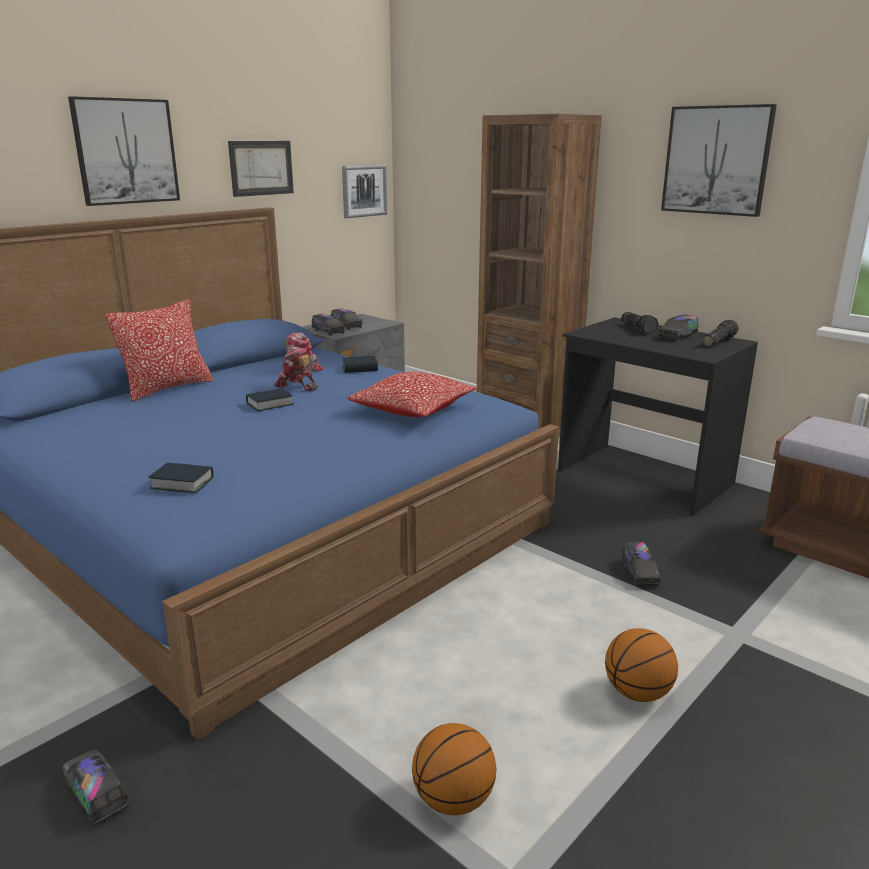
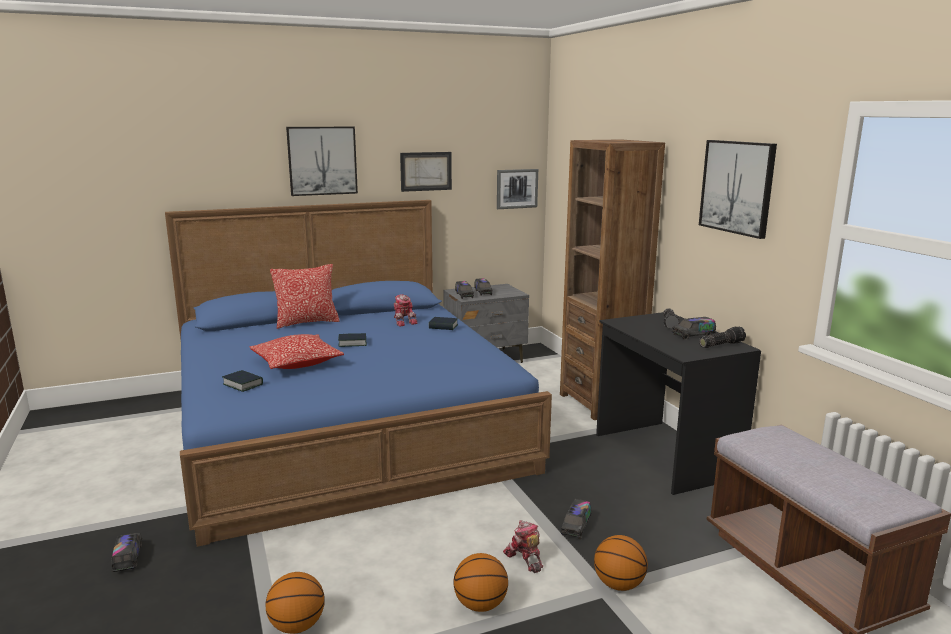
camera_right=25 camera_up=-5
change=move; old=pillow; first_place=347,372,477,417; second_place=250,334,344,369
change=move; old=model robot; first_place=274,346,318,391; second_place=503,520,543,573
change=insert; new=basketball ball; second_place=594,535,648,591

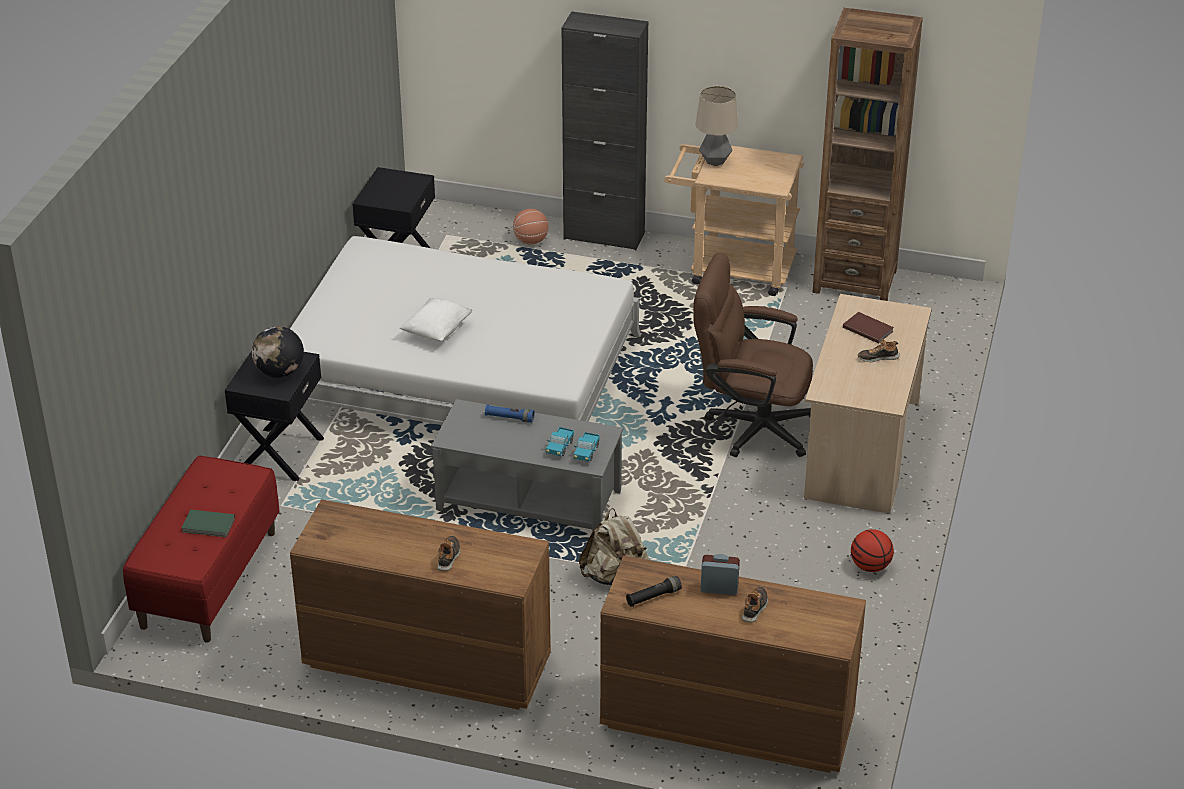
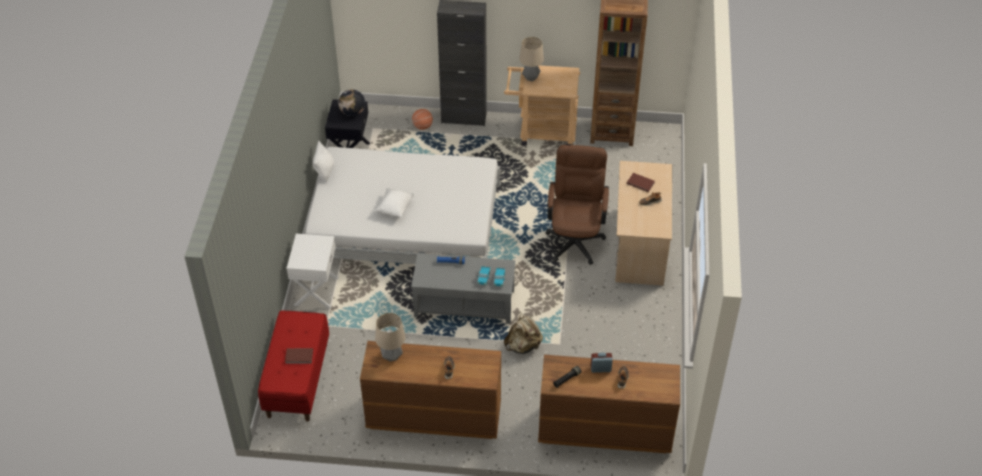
camera_right=-10 camera_up=10
change=recolor; old=greenish book; new=brownish book; first_place=181,509,235,537; second_place=285,348,313,364
change=recolor; old=black night table; new=whitish night table; first_place=225,351,324,481; second_place=287,234,338,308
change=insert; new=whitish pillow; second_place=313,141,334,182
change=move; old=world globe; first_place=252,326,304,378; second_place=338,89,365,116
change=insert; new=lamp for a table; second_place=375,313,405,362
change=rotate; old=brownish desk chair; first_place=694,253,813,457; second_place=545,145,609,265; degrees=90
change=delete; old=basketball ball; first_place=851,529,894,572

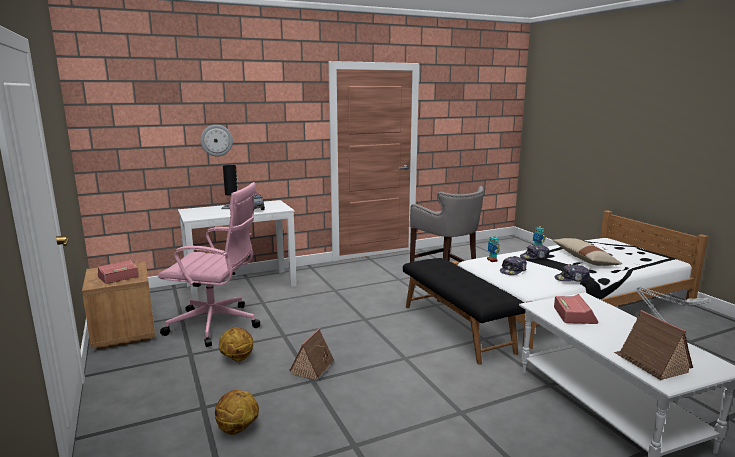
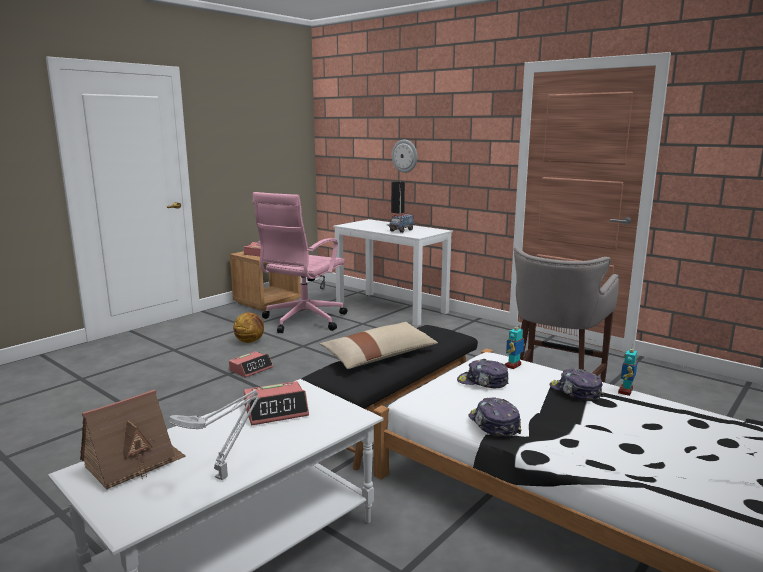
camera_right=65 camera_up=0
change=replace; old=miniature house; new=alarm clock; first_place=289,328,335,380; second_place=229,351,273,378
change=rotate; old=pink desk chair; first_place=158,182,260,347; second_place=253,192,348,333; degrees=45
change=move; old=beige-coloured pillow; first_place=552,238,622,266; second_place=320,322,438,369
change=delete; old=basketball ball; first_place=215,390,259,435

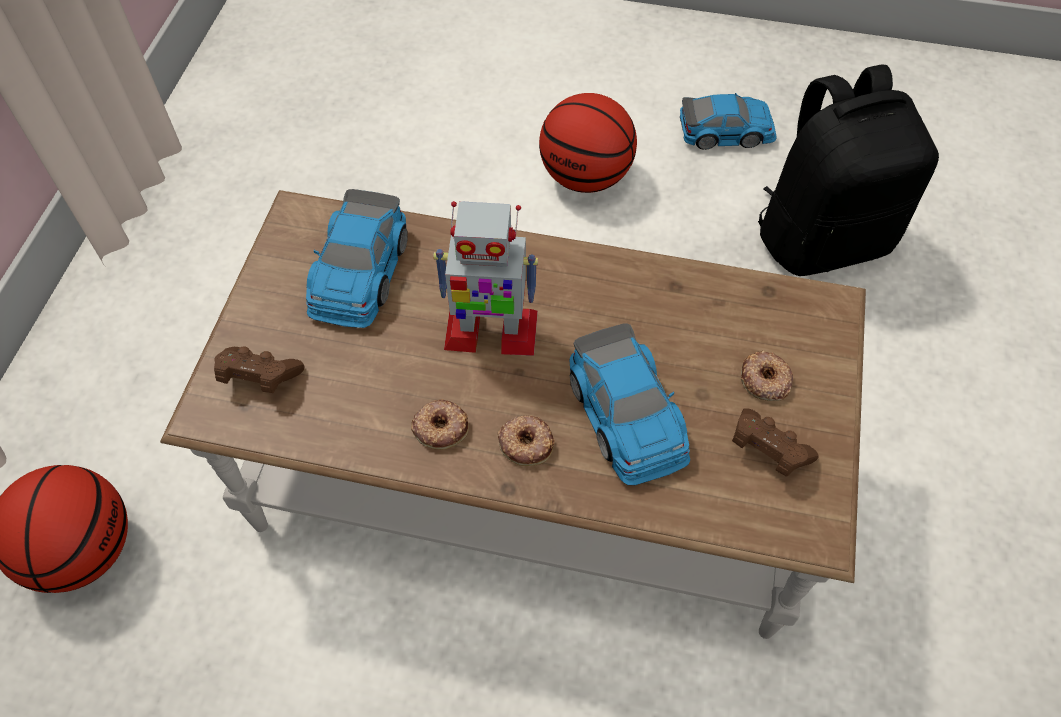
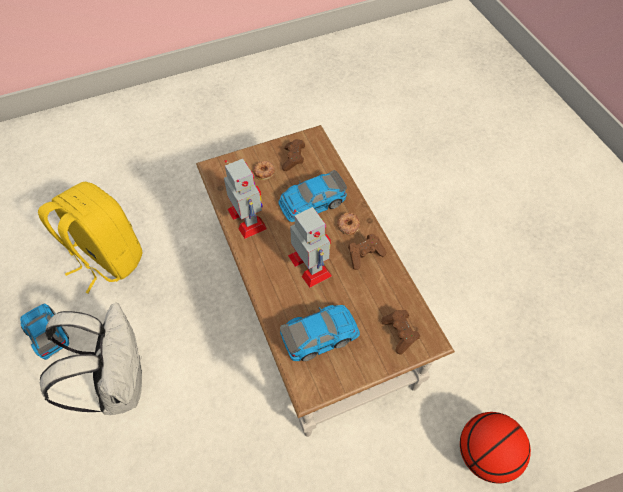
camera_right=-125 camera_up=0
change=recolor; old=black knapsack; new=yellow-coloured knapsack; first_place=758,64,939,276; second_place=38,182,143,293
change=replace; old=basketball ball; new=whitish knapsack; first_place=539,93,637,193; second_place=40,303,142,415
change=insert; new=model robot; second_place=224,159,267,239
change=rotate; old=miniature car; first_place=569,323,690,485; second_place=278,170,347,222; degrees=-150
change=replace; old=doughnut; new=brownish gamepad; first_place=411,399,469,450; second_place=348,234,386,270

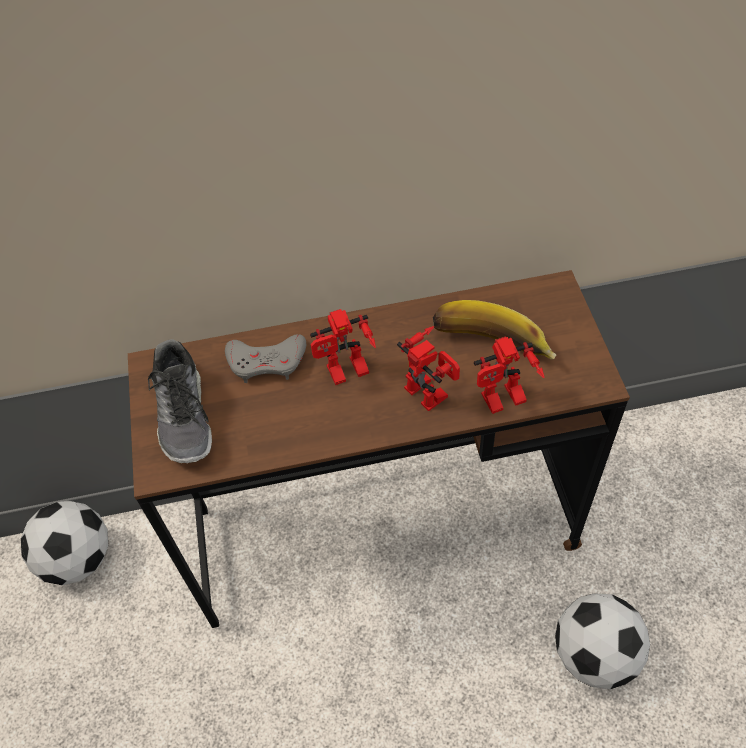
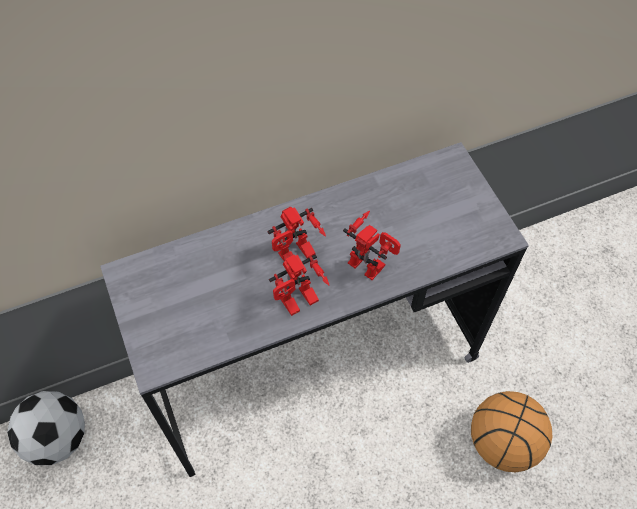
camera_right=-15 camera_up=5
change=recolor; old=brownish desk table; new=greyish desk table; first_place=128,270,630,628; second_place=100,142,529,477
change=move; old=model robot; first_place=474,336,545,414; second_place=269,254,330,316
change=replace; old=football; new=basketball ball; first_place=555,593,650,689; second_place=471,391,552,472
change=delete; old=low shoe; first_place=148,339,212,463
change=delete; old=greyish gamepad; first_place=225,334,306,383
change=delete; old=banana; first_place=433,300,556,359

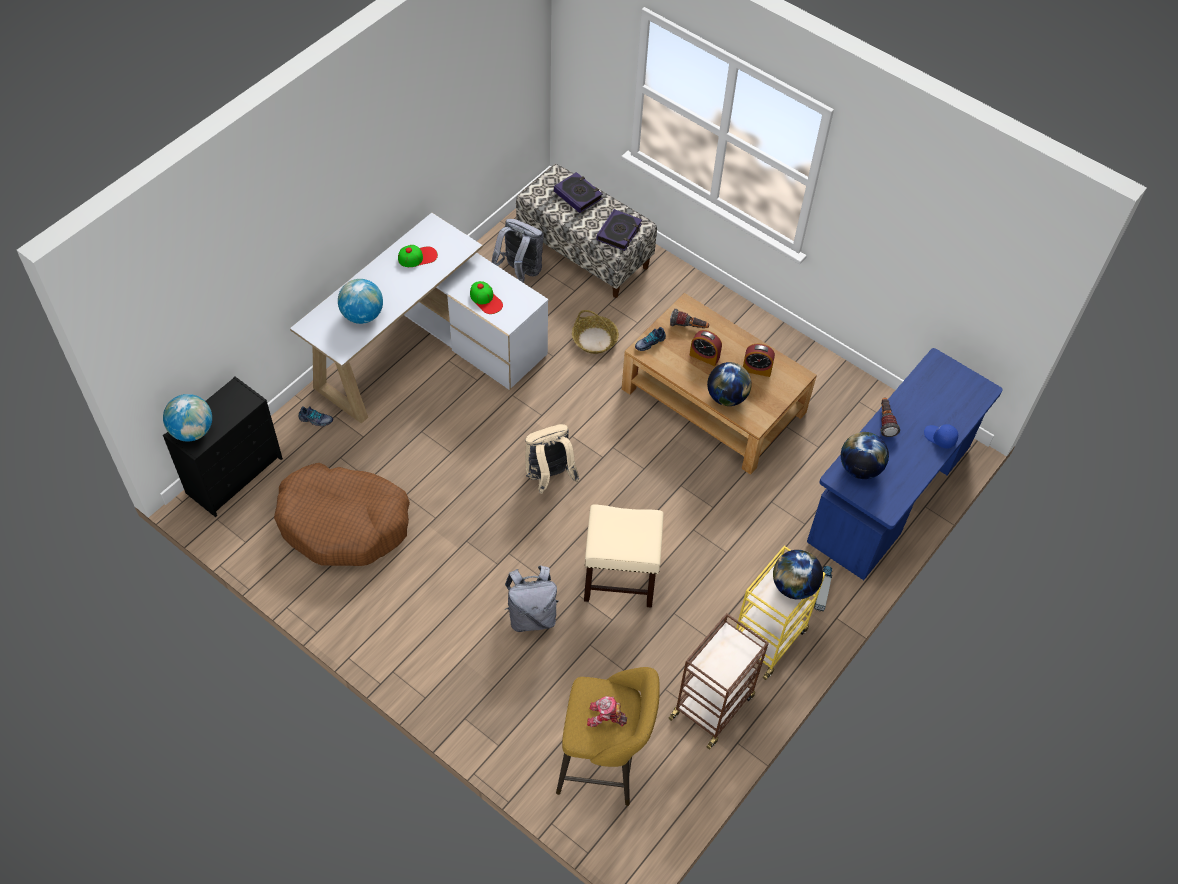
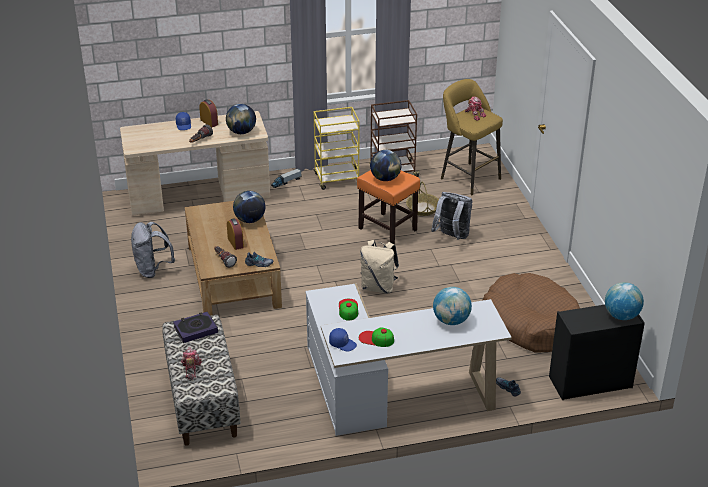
camera_right=-140 camera_up=-20
change=recolor; old=bluish desk table; new=beige-coloured desk table; first_place=807,348,1003,580; second_place=120,111,270,215
change=move; old=greyish knapsack; first_place=492,219,543,283; second_place=131,222,175,278
change=replace; old=book; new=model robot; first_place=554,172,603,213; second_place=181,347,202,380
change=move; old=alarm clock; first_place=743,344,775,377; second_place=199,99,218,128
change=insert; new=bluish cap; second_place=329,328,357,352
change=recolor; old=beige-coloured sitting stool; new=orange-coloured sitting stool; first_place=584,504,664,608; second_place=357,170,420,245
change=move; old=world globe; first_place=773,550,823,600; second_place=370,150,401,181
change=move; old=basket; first_place=572,310,619,354; second_place=406,182,439,216

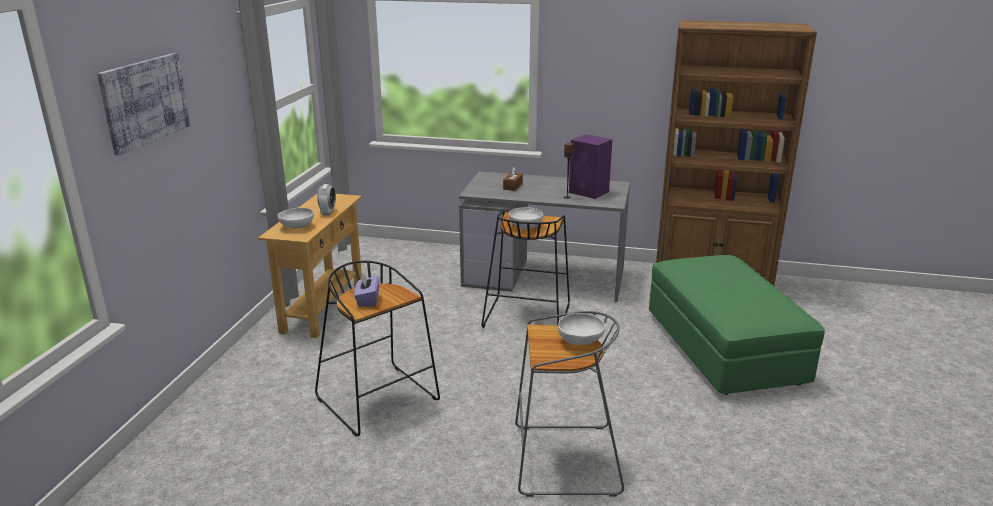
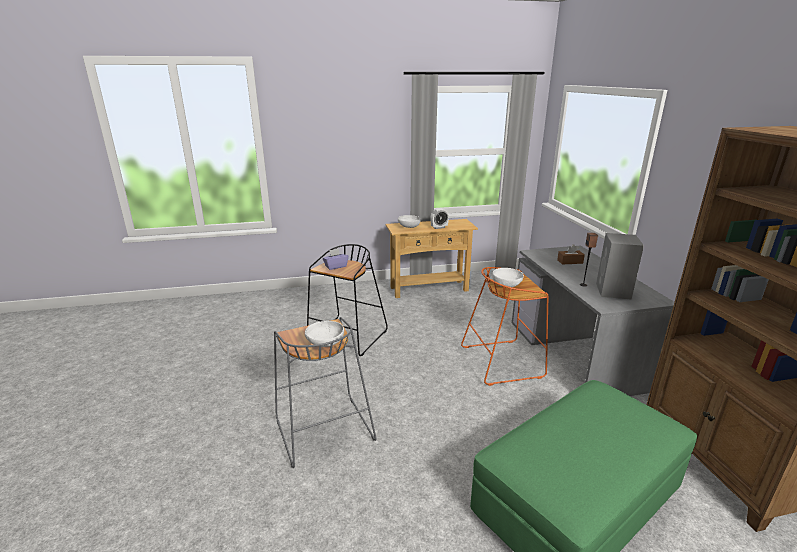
camera_right=65 camera_up=0
change=recolor; old=black sitting stool; new=orange-coloured sitting stool; first_place=482,210,570,328; second_place=461,267,548,386
change=recolor; old=purple loudspeaker; new=greyish loudspeaker; first_place=569,134,612,199; second_place=596,233,644,300
change=delete; old=picture; first_place=97,53,190,155

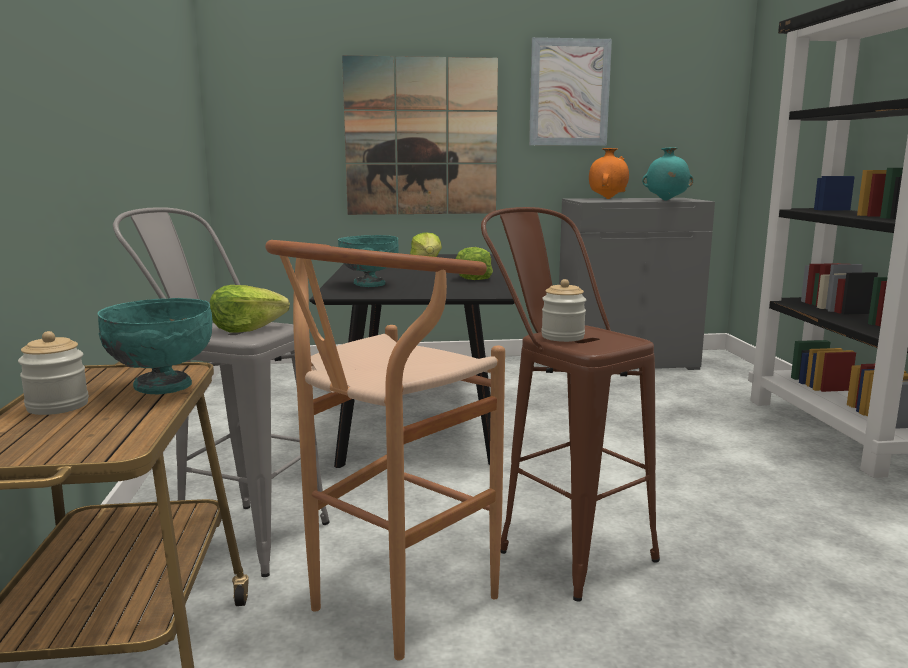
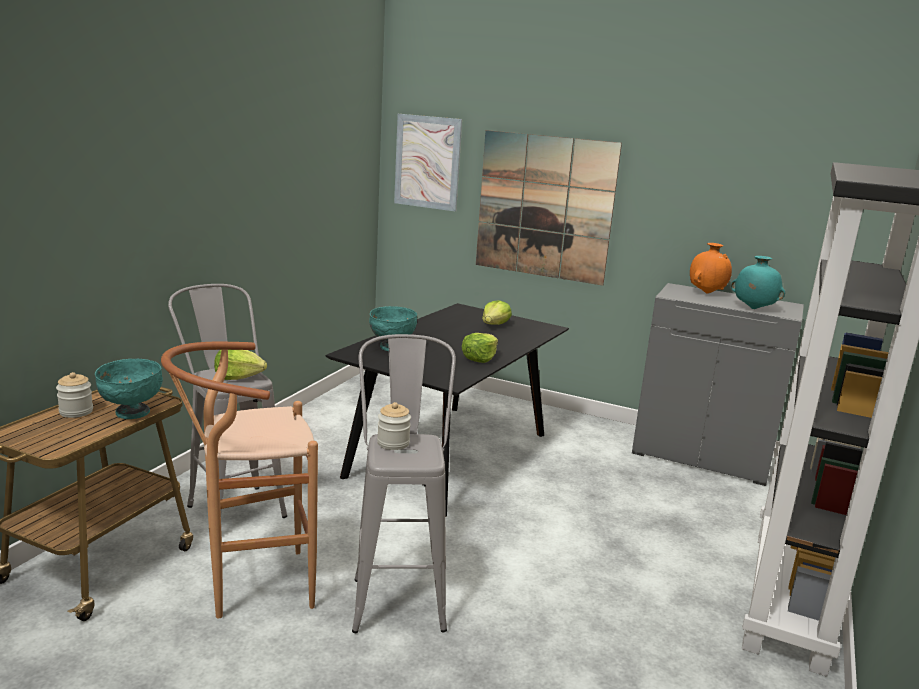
camera_right=30 camera_up=5
change=recolor; old=brownish sitting stool; new=greyish sitting stool; first_place=481,207,660,602; second_place=352,334,456,633
change=move; old=picture; first_place=529,37,612,146; second_place=394,114,462,211

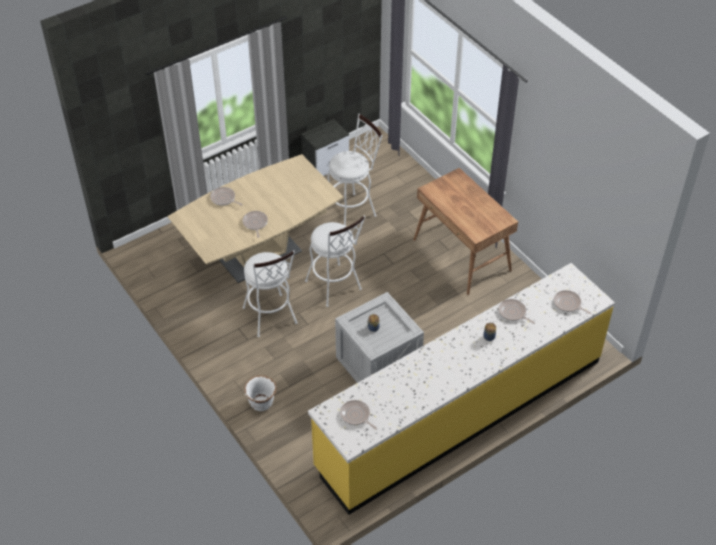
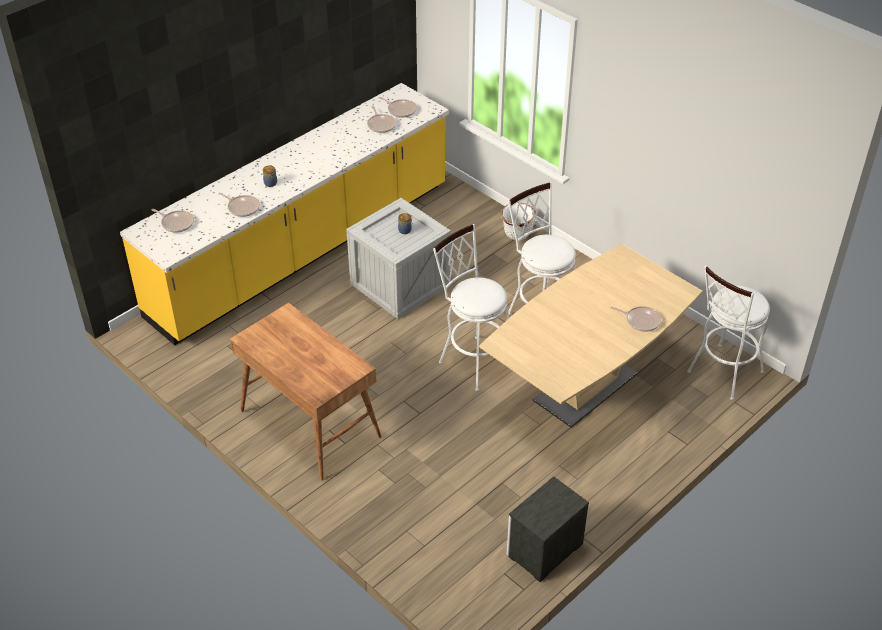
camera_right=170 camera_up=-5
change=move; old=skillet; first_place=243,211,268,238; second_place=367,106,397,133
change=move; old=whitish sitting stool; first_place=327,114,383,226; second_place=687,266,770,400

